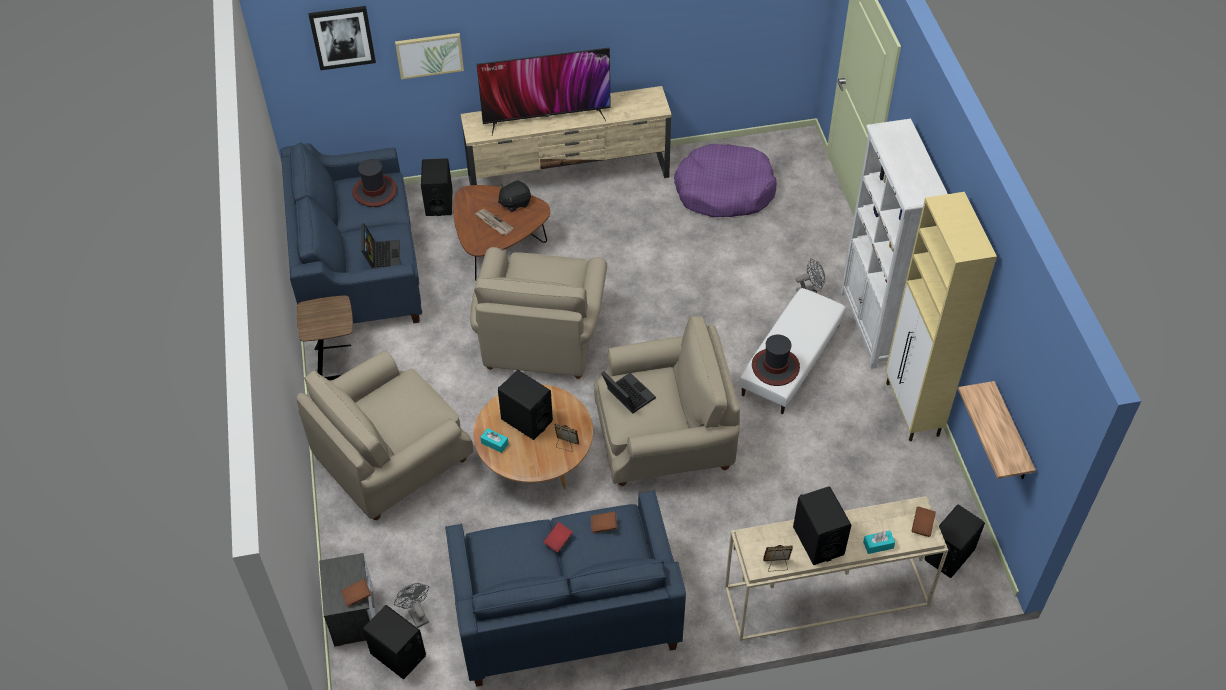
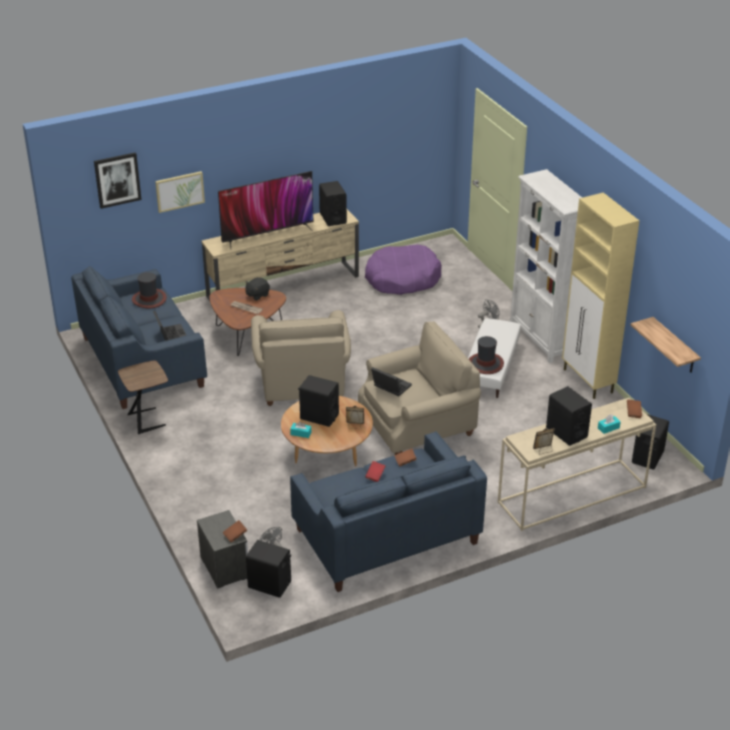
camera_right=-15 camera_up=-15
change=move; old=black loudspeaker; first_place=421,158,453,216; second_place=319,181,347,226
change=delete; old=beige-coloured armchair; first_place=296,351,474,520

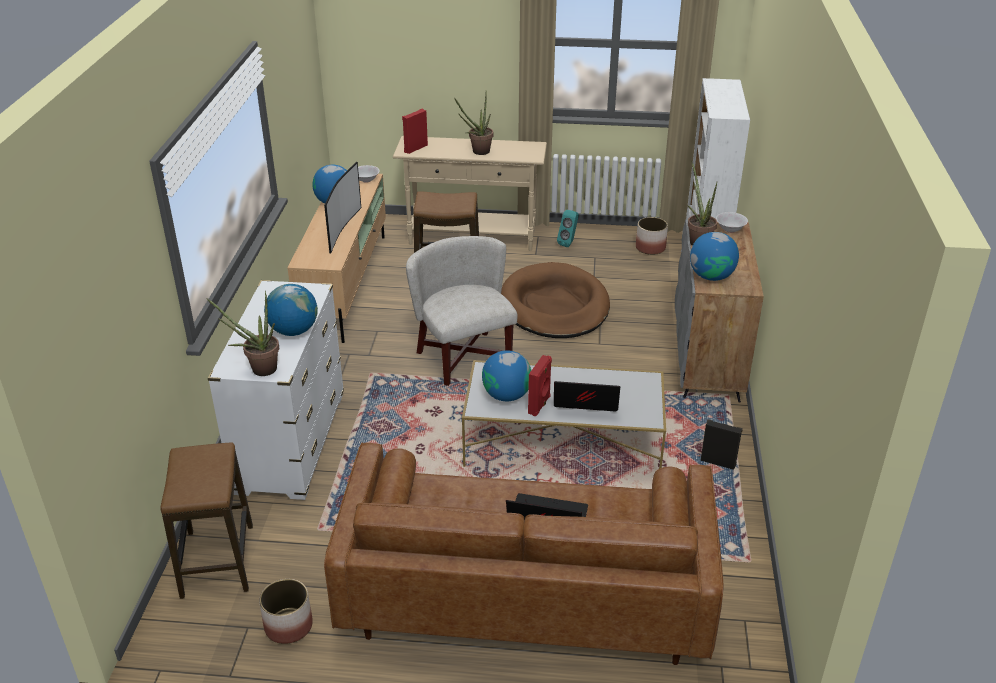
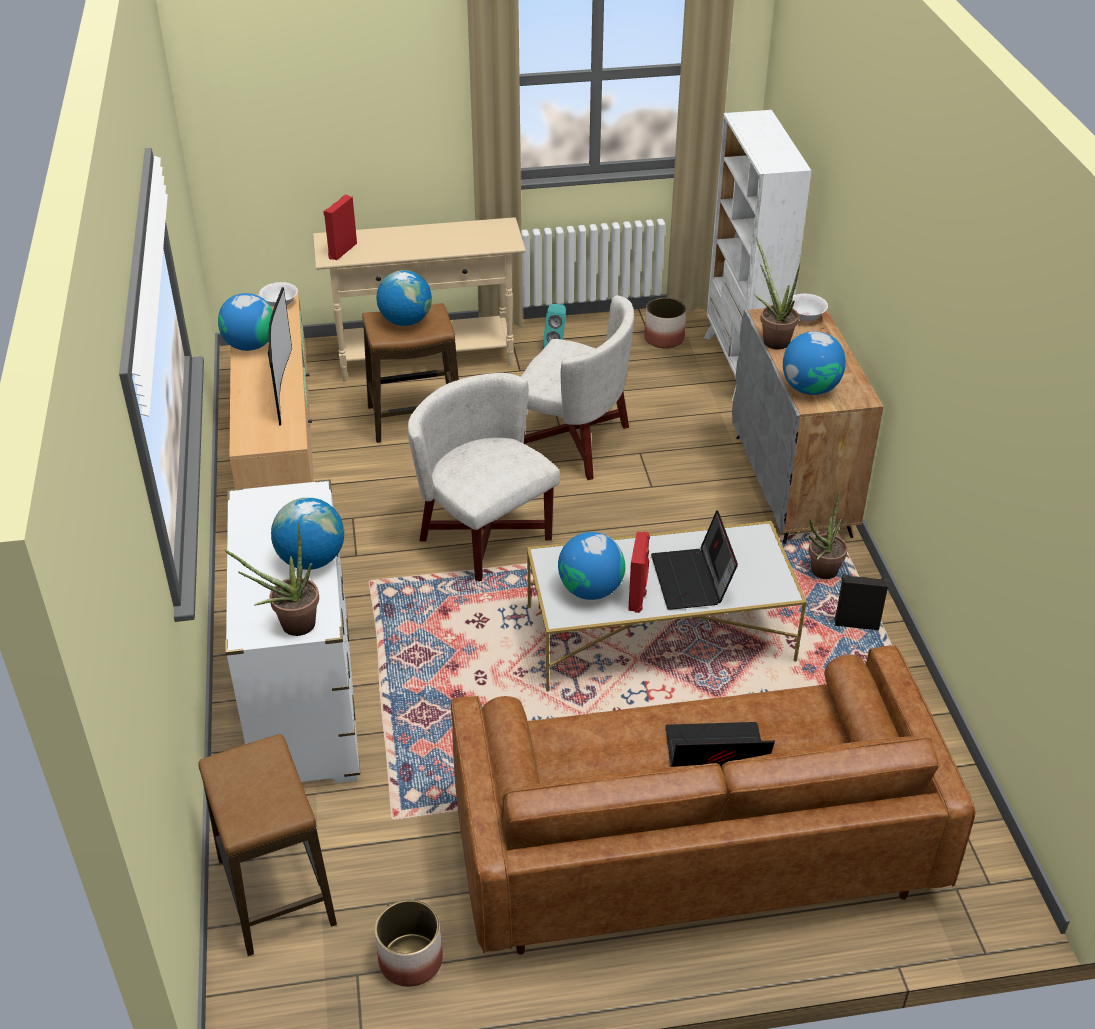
camera_right=-15 camera_up=5
change=insert; new=world globe; second_place=376,270,432,326
change=replace; old=brownish dog cushion; new=whitish armchair; first_place=501,262,610,338; second_place=521,295,634,480
change=rotate; old=notebook computer; first_place=554,381,620,412; second_place=651,510,738,610; degrees=-90
change=move; old=houseplant; first_place=455,93,493,155; second_place=809,489,848,579

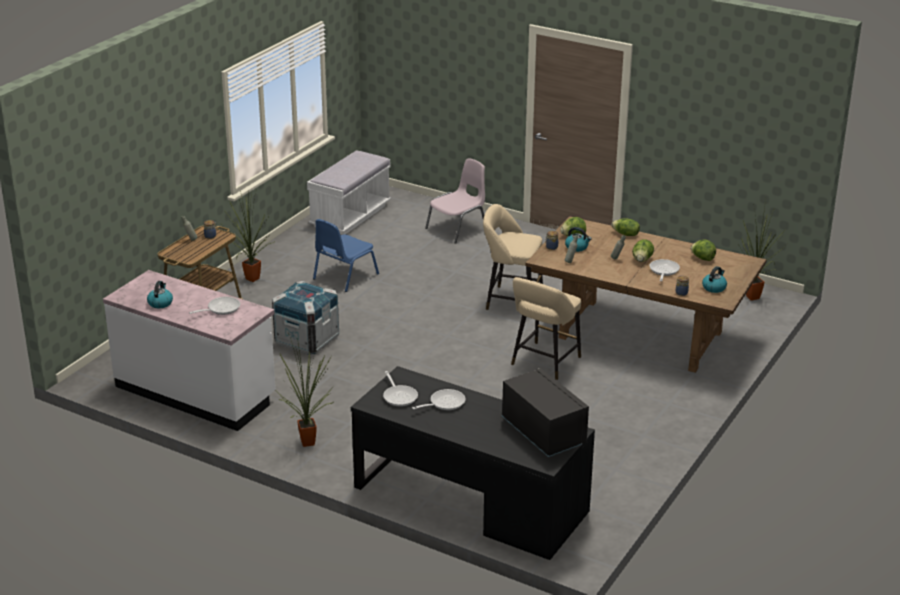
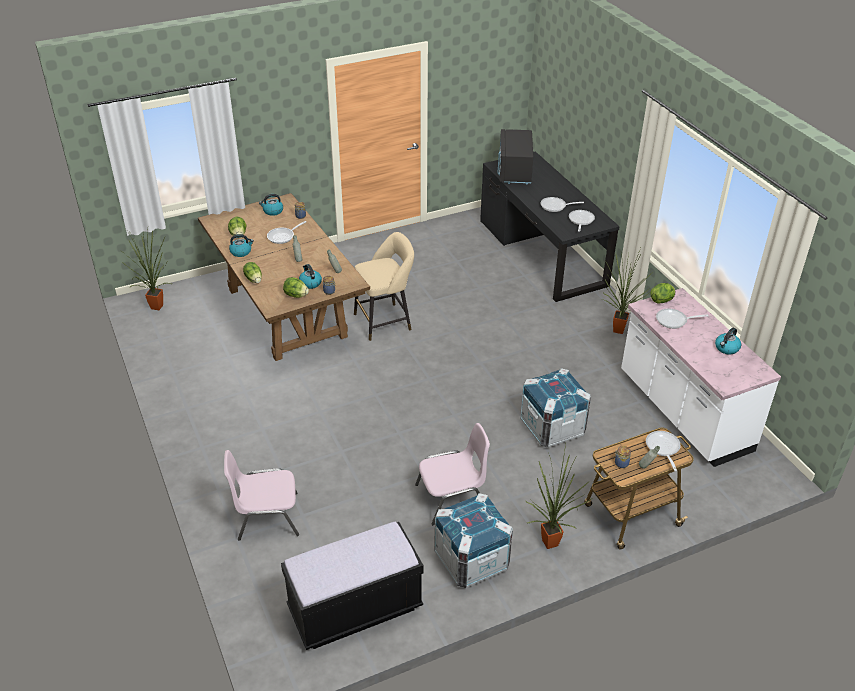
camera_right=-145 camera_up=10
change=insert; new=tea kettle; second_place=229,234,254,257
change=recolor; old=whitish indoor bench; new=black indoor bench; first_place=307,151,391,235; second_place=281,522,423,650
change=recolor; old=bluish plain chair; new=pink plain chair; first_place=313,219,379,292; second_place=415,423,490,525
change=insert; new=crate; second_place=434,493,513,588
change=insert; new=skillet; second_place=646,431,681,471
change=move; old=lettuce head; first_place=632,239,654,262; second_place=651,283,675,303
change=delete; old=beige-coloured sitting stool; first_place=483,204,543,310

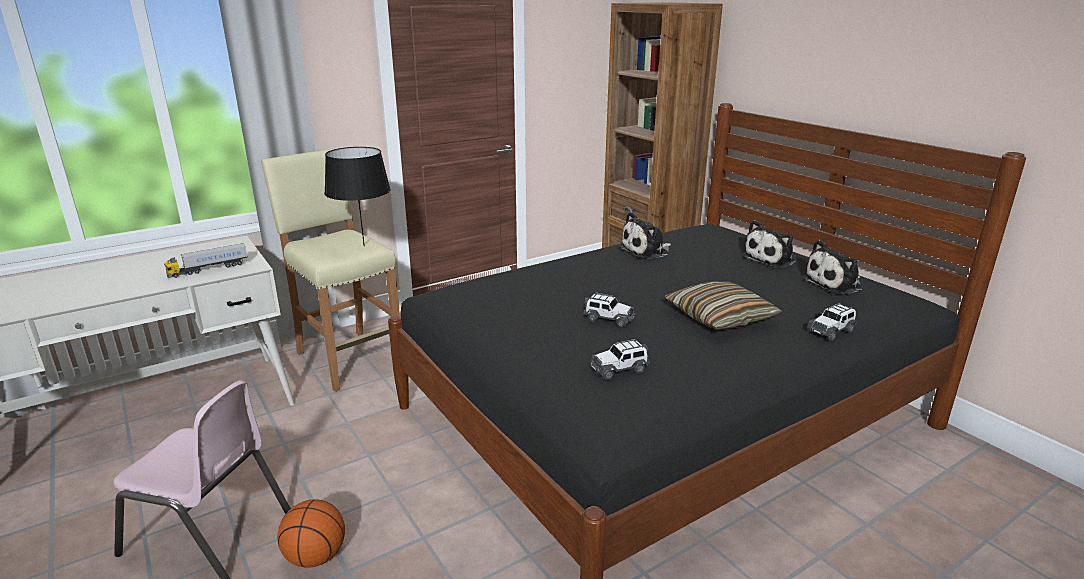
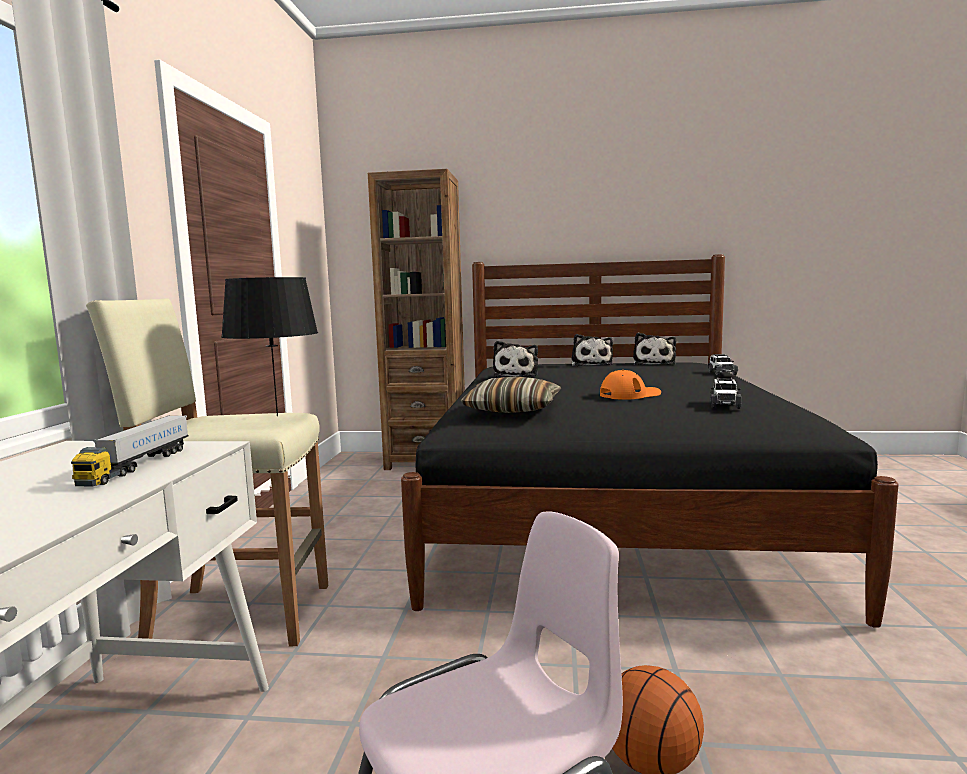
camera_right=-50 camera_up=-15
change=move; old=pillow; first_place=665,281,783,330; second_place=461,376,561,413
change=replace; old=miniature car; new=orange-coloured cap; first_place=583,293,636,327; second_place=600,370,661,400

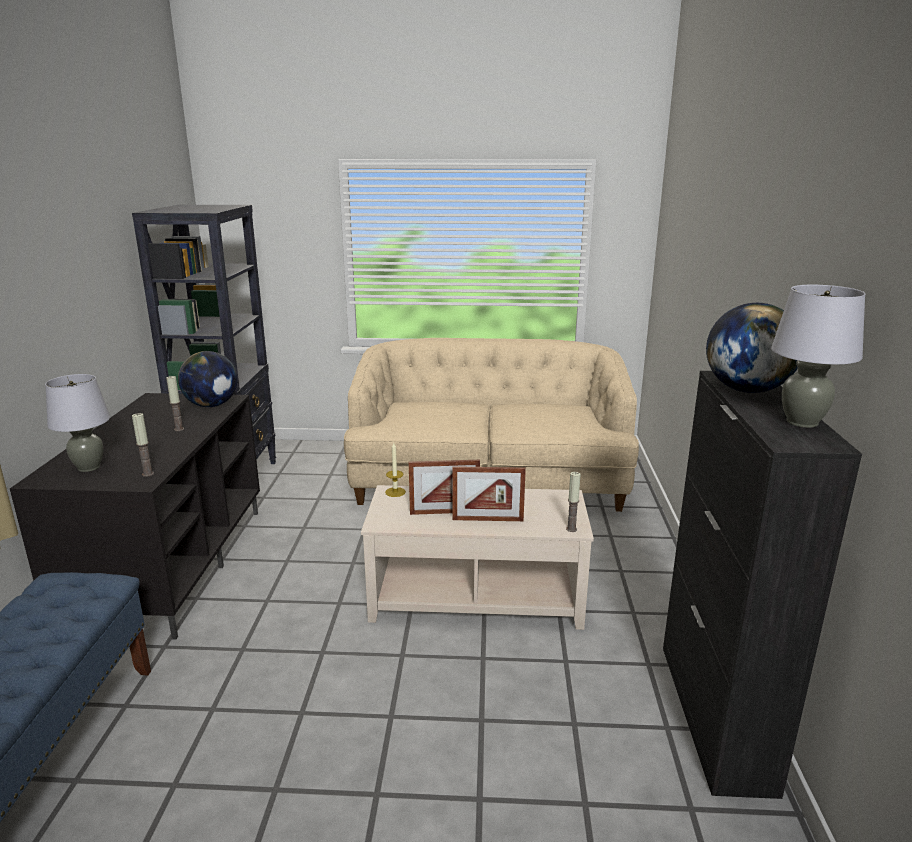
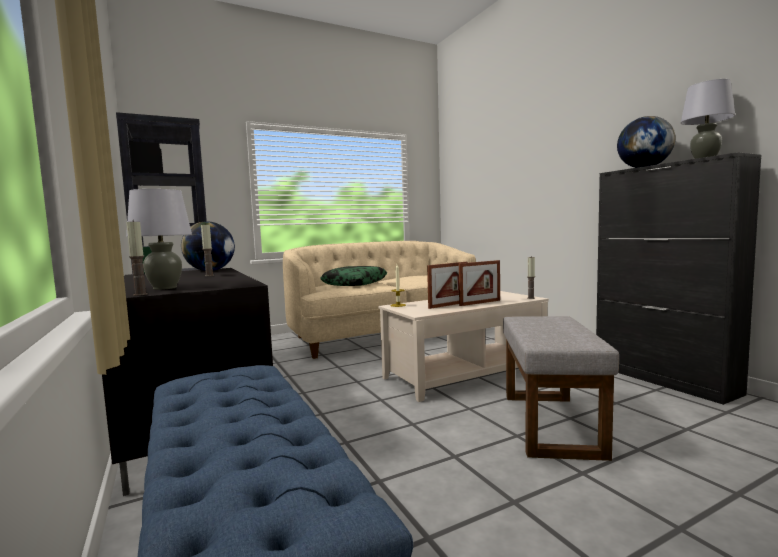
camera_right=-30 camera_up=-15
change=move; old=wax candle; first_place=132,413,154,477; second_place=126,220,148,296
change=insert; new=pillow; second_place=320,266,387,286
change=insert; new=greyish ottoman; second_place=503,316,619,461

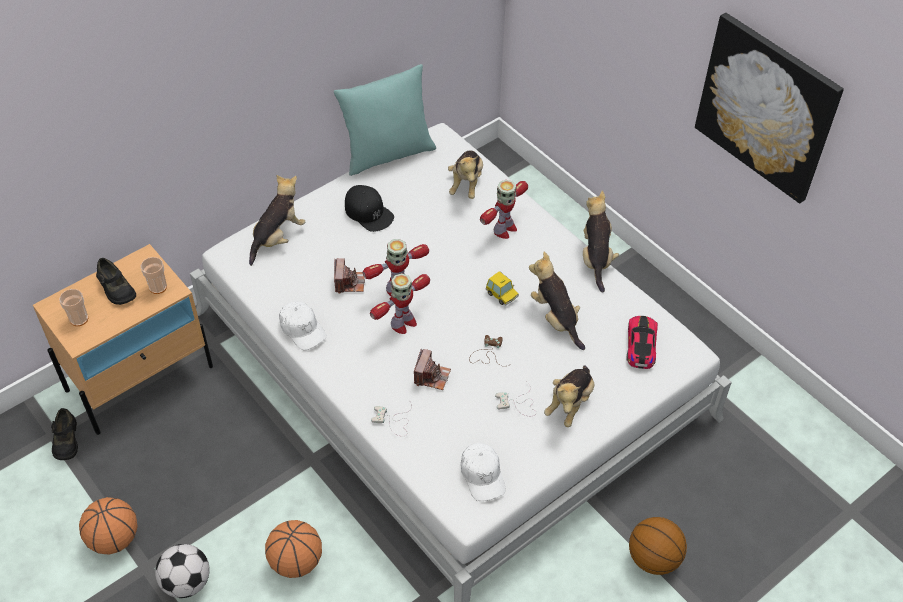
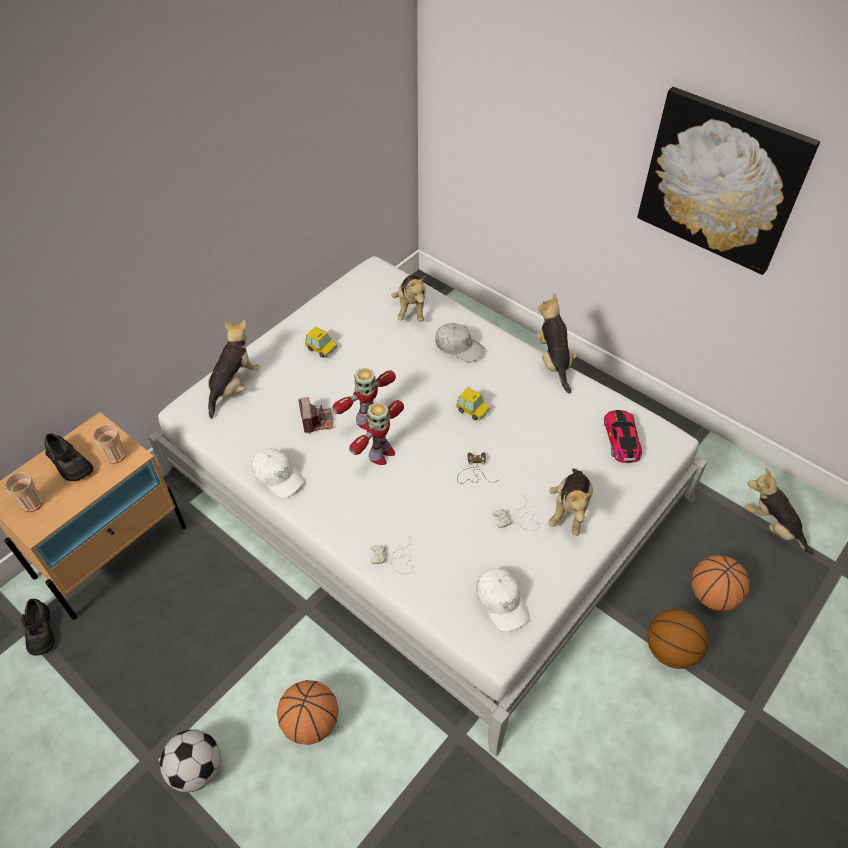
camera_right=-10 camera_up=0
change=replace; old=black cap; new=miniature car; first_place=345,185,394,232; second_place=305,326,337,358
change=replace; old=model robot; new=whitish cap; first_place=480,180,528,239; second_place=435,323,484,362
change=move; old=basketball ball; first_place=79,497,138,555; second_place=691,555,749,611
change=move; old=cuddly toy; first_place=529,252,585,350; second_place=744,468,814,555
change=delete; old=turquoise pillow; first_place=334,64,436,176
change=delete; old=still camera; first_place=414,349,451,390

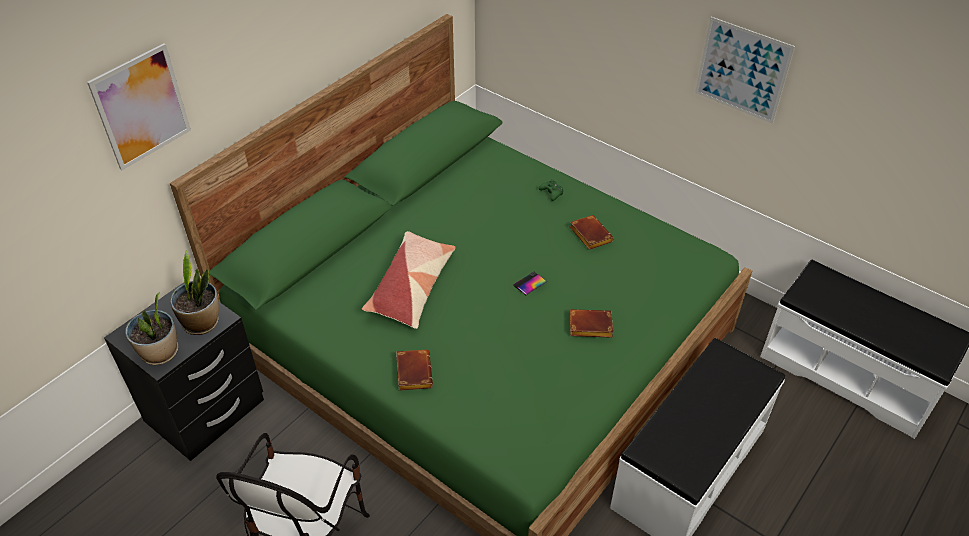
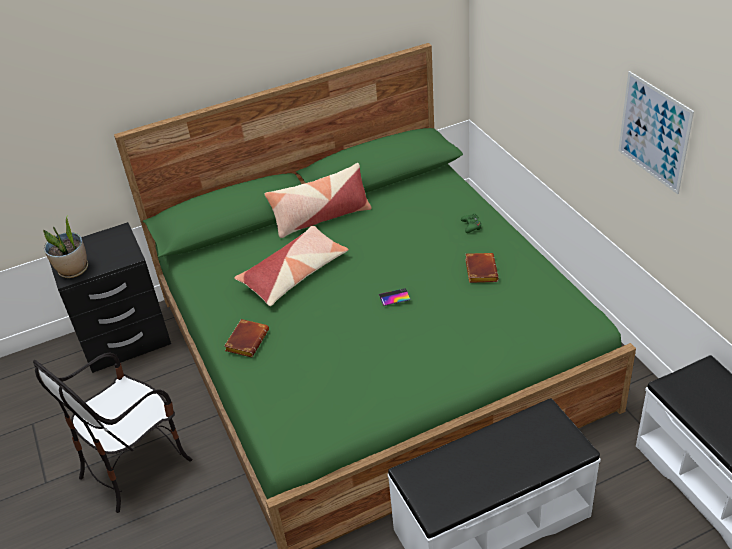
camera_right=30 camera_up=-5
change=insert; new=pillow; second_place=265,163,372,238
change=delete; old=picture; first_place=87,43,191,170
change=delete; old=houseplant; first_place=170,251,219,335
change=delete; old=brownish book; first_place=570,309,613,338

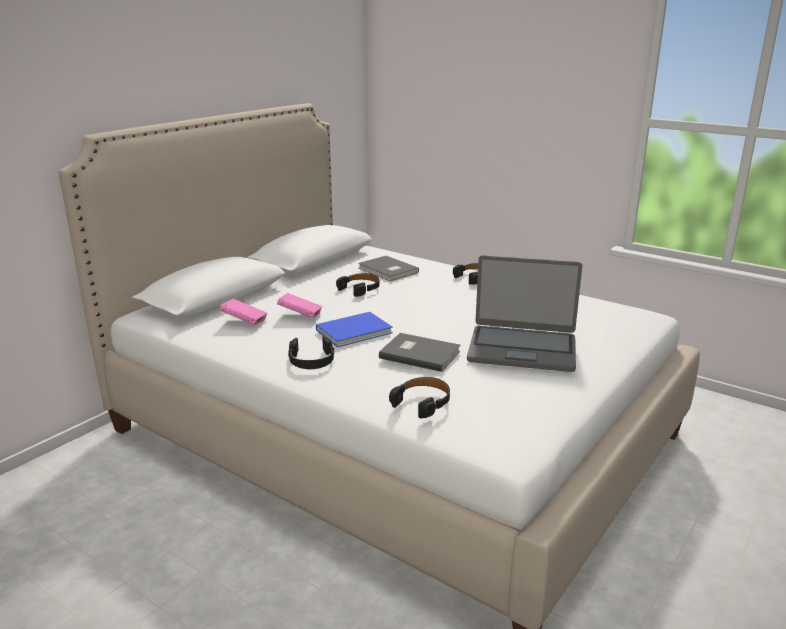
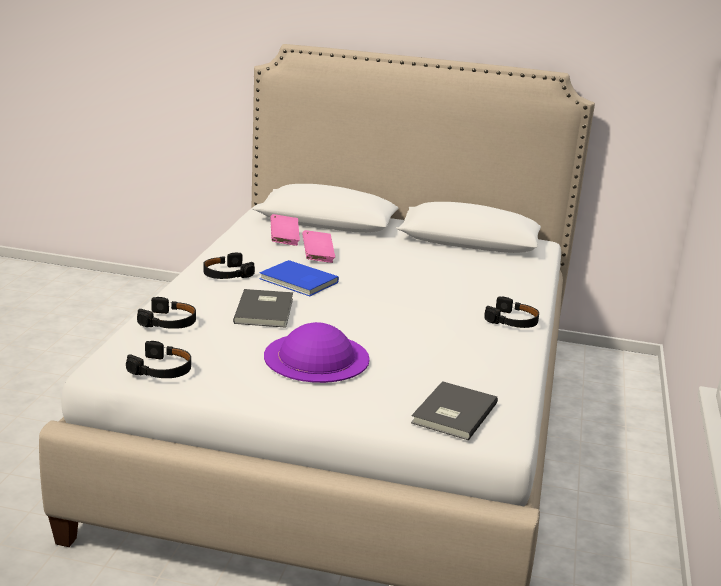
camera_right=65 camera_up=0
change=move; old=black headset; first_place=336,273,380,297; second_place=126,341,191,378
change=replace; old=notebook computer; new=purple wearable hat; first_place=467,255,582,372; second_place=264,322,370,383
change=move; old=greyish book; first_place=358,256,419,281; second_place=411,381,498,441

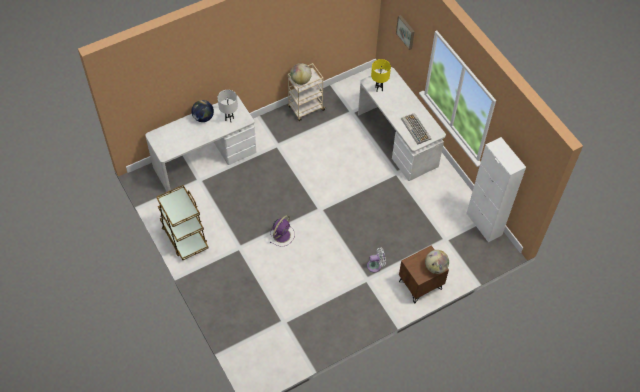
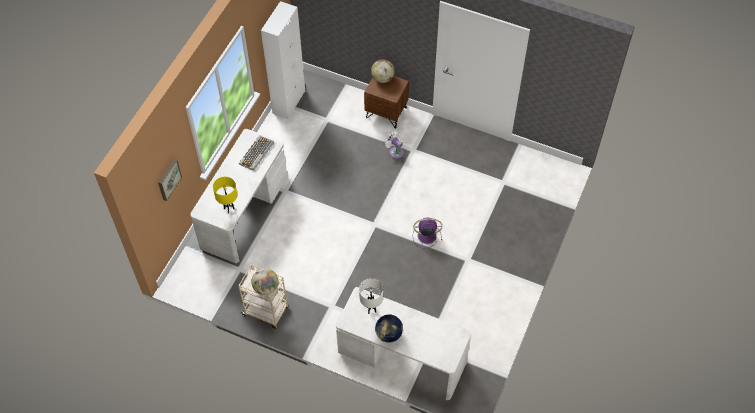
camera_right=-125 camera_up=0
change=delete; old=brownish wheeled cart; first_place=157,185,209,260

